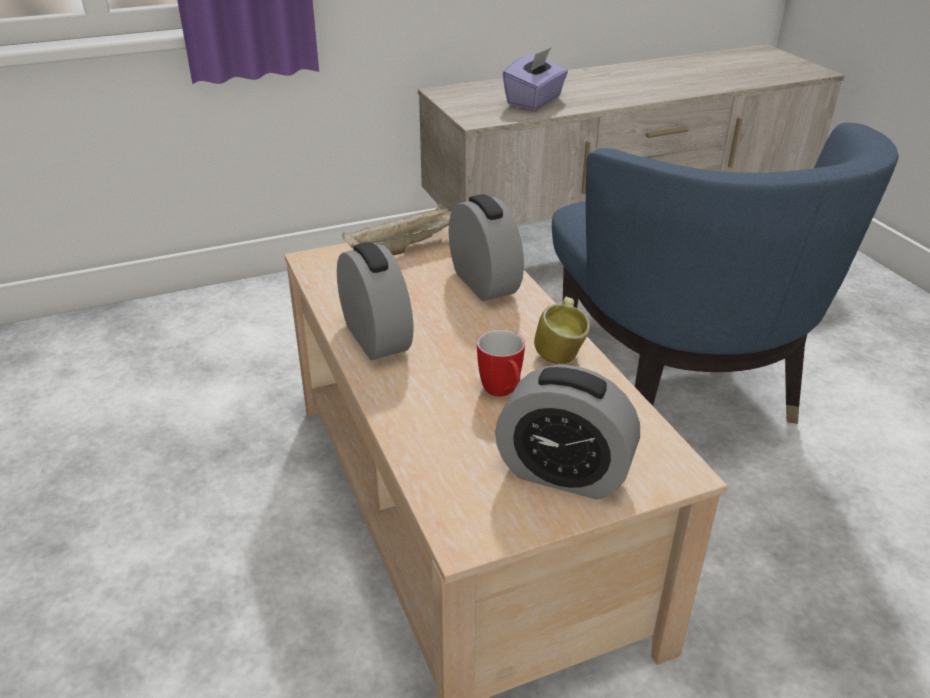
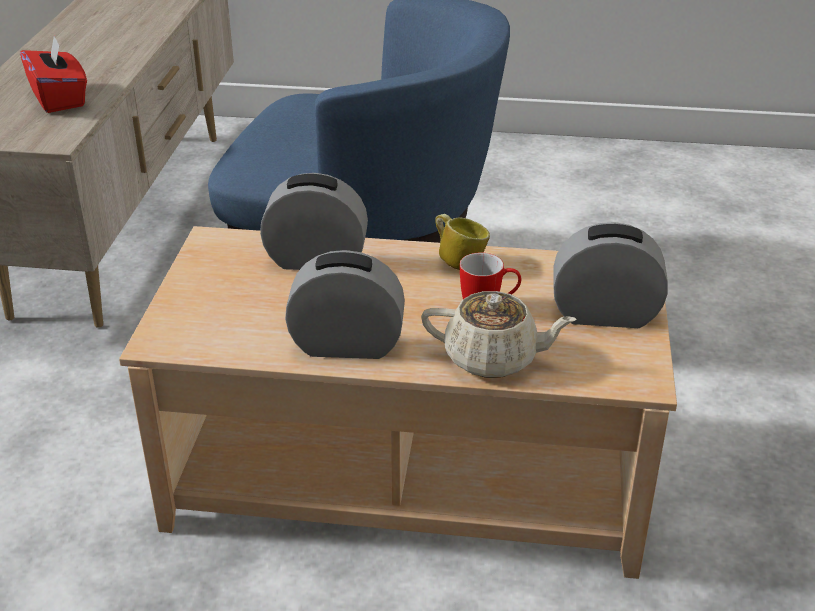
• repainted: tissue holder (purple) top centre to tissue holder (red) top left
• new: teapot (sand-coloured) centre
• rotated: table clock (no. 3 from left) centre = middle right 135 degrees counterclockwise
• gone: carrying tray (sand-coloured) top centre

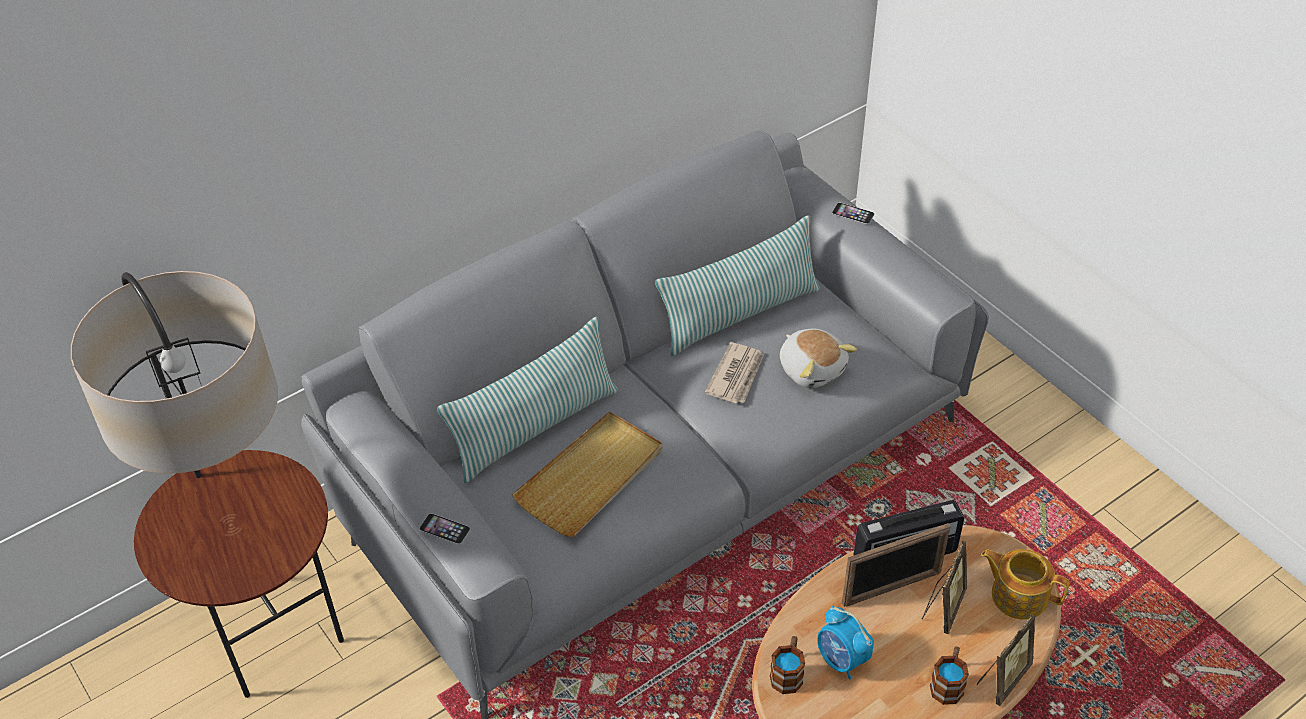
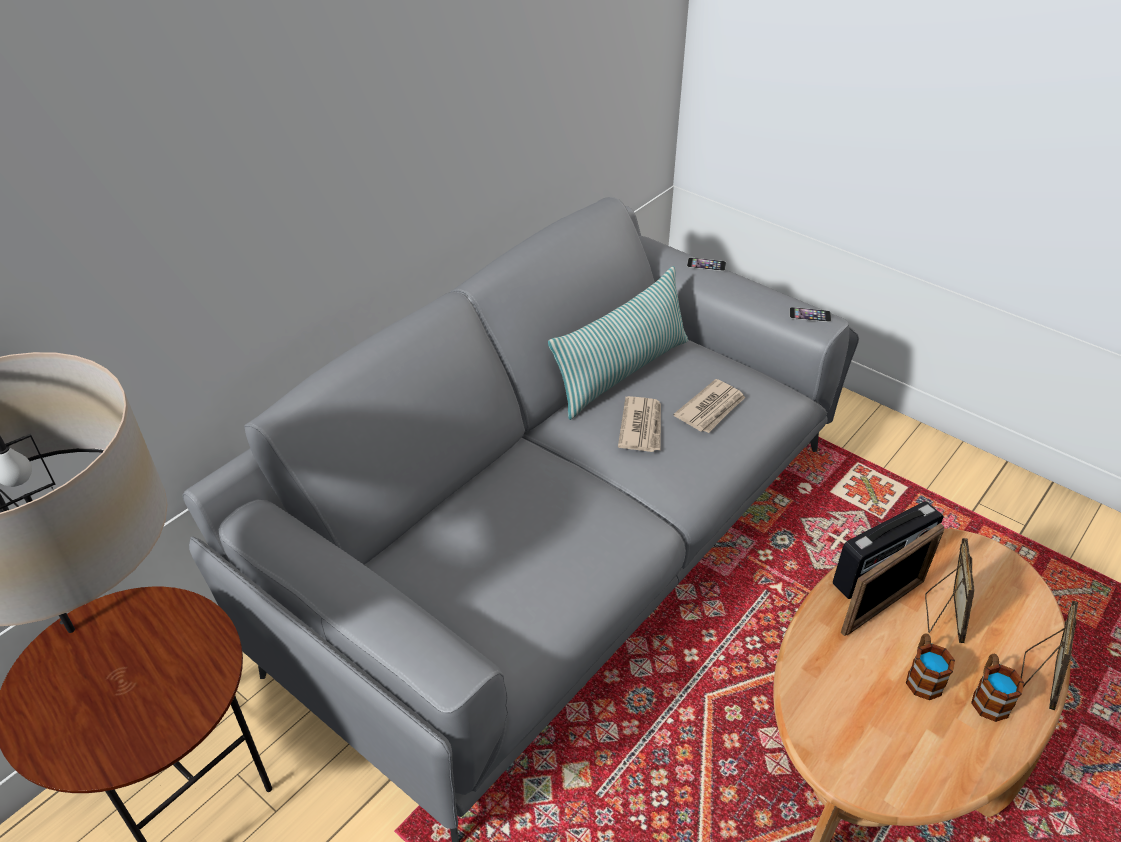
• swapped: cuddly toy centre to daily paper (no. 2 from left) centre
• shifted: phone (no. 1 from left in the first image) bottom centre to phone (no. 2 from left) middle right
• shifted: coffee mug (no. 1 from left) bottom centre to bottom right
• gone: throw pillow (no. 1 from left) centre
• gone: carrying tray (sand-coloured) centre
• gone: table clock bottom centre
• gone: teapot bottom right

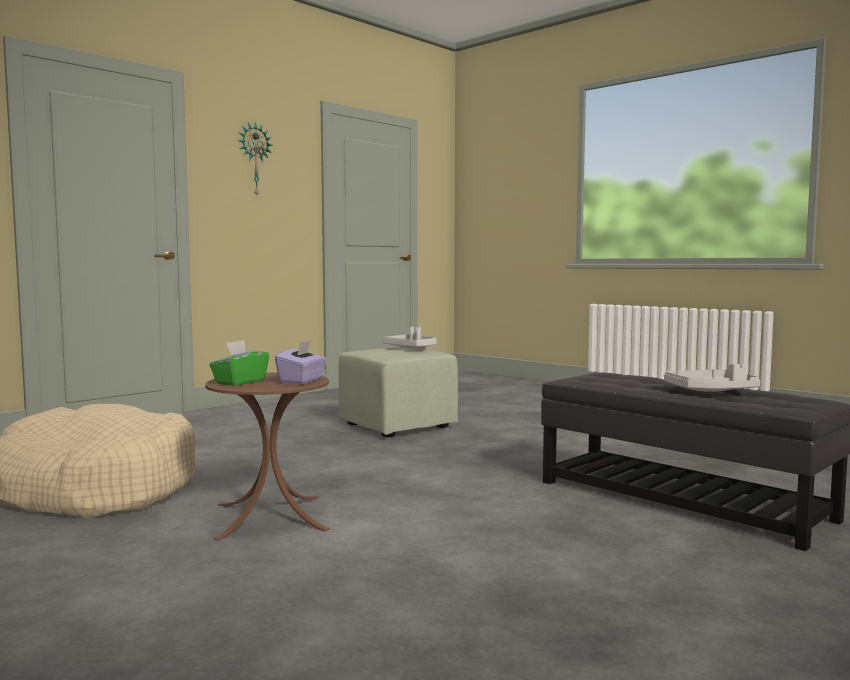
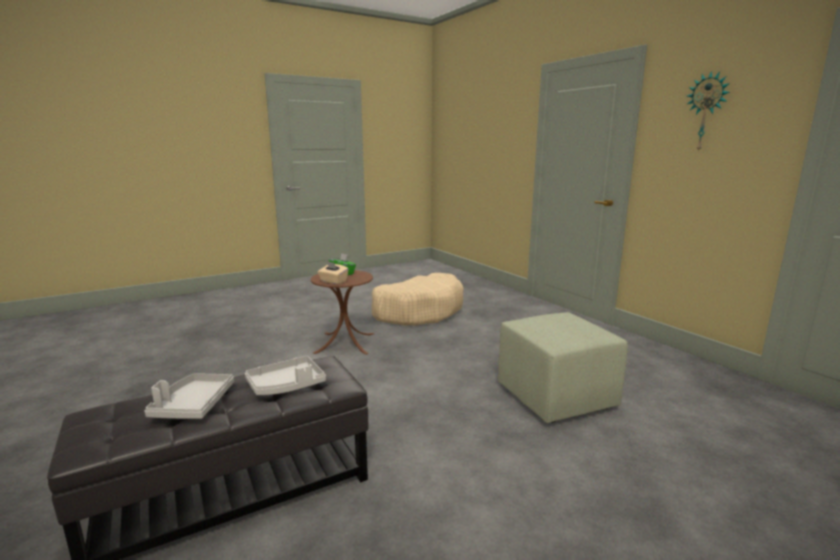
• shifted: carrying tray (gray) (no. 1 from left in the first image) centre to carrying tray (gray) (no. 2 from left) bottom centre
• repainted: tissue holder (purple) centre to tissue holder (sand-coloured) centre

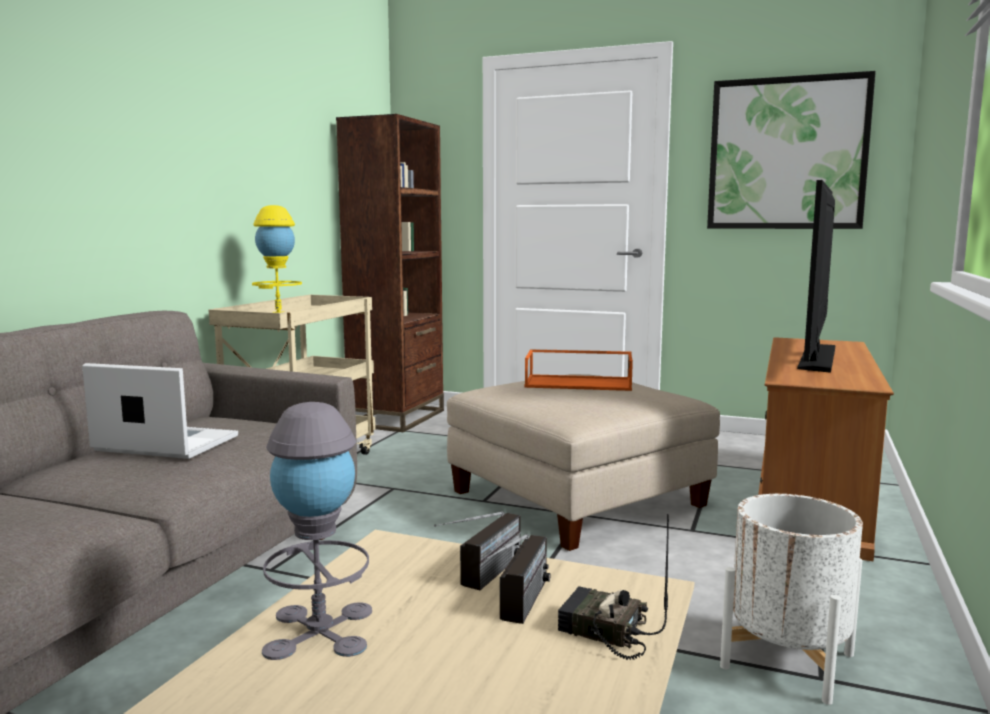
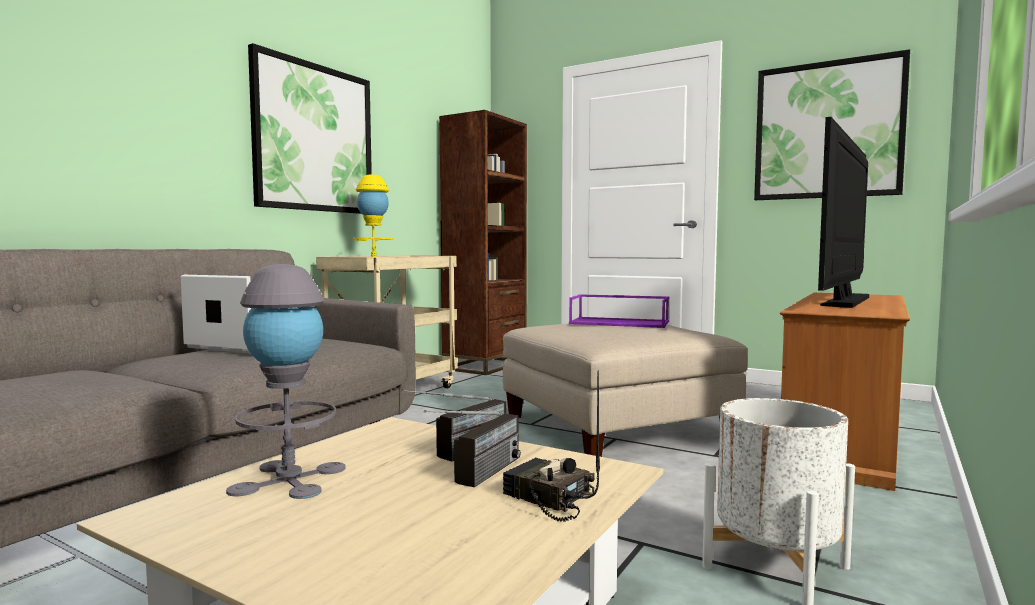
• new: picture (no. 1 from left) top left
• repainted: carrying tray (orangey) centre to carrying tray (purple) centre

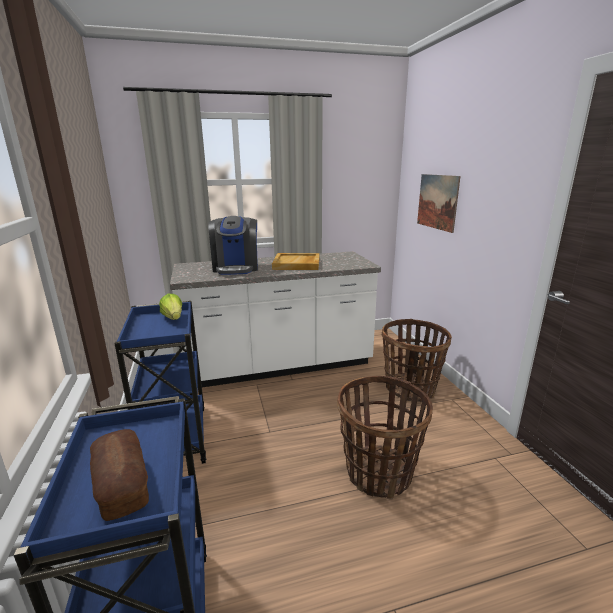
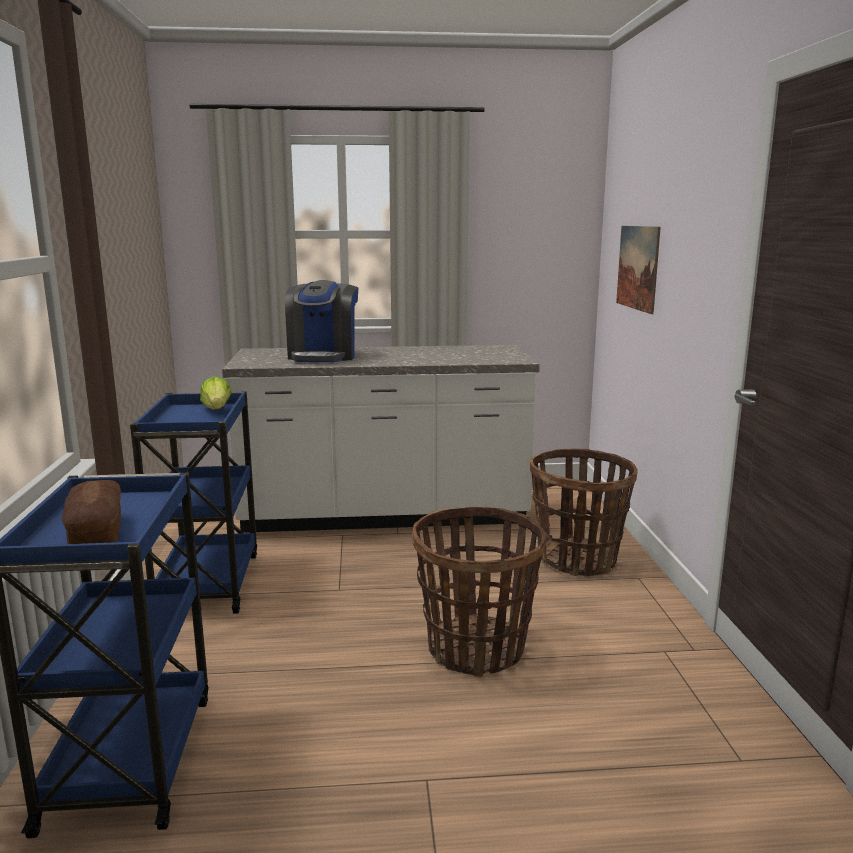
• gone: carrying tray (sand-coloured) centre

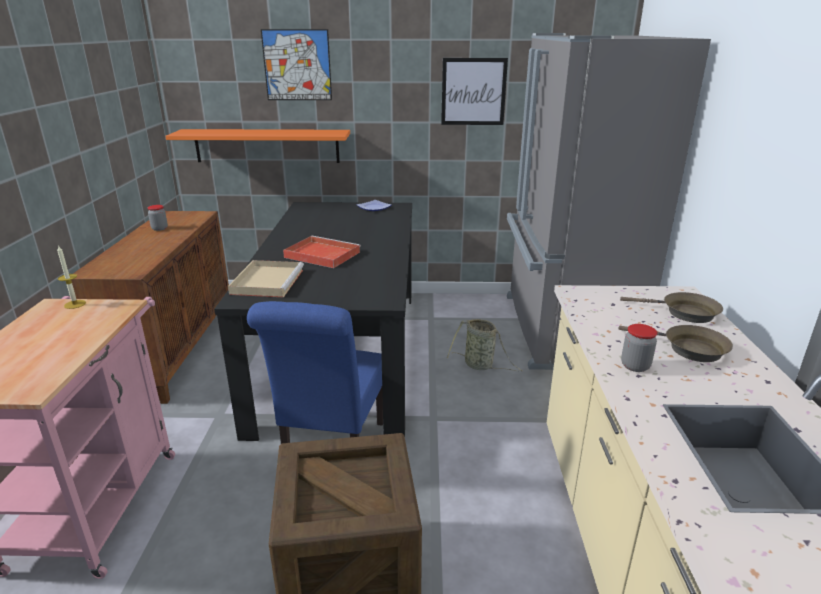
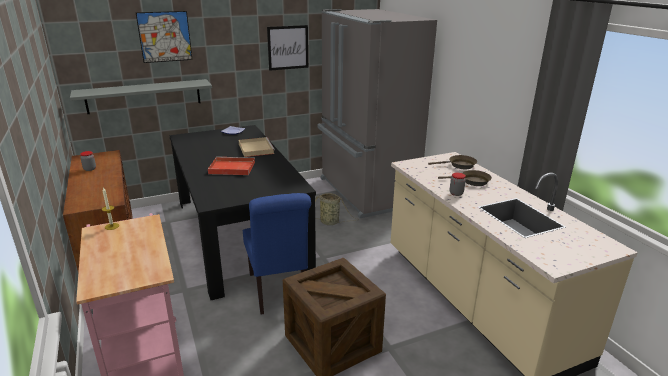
• repainted: wall shelf (orangey) top left to wall shelf (gray) top left
• shifted: carrying tray (sand-coloured) middle left to centre

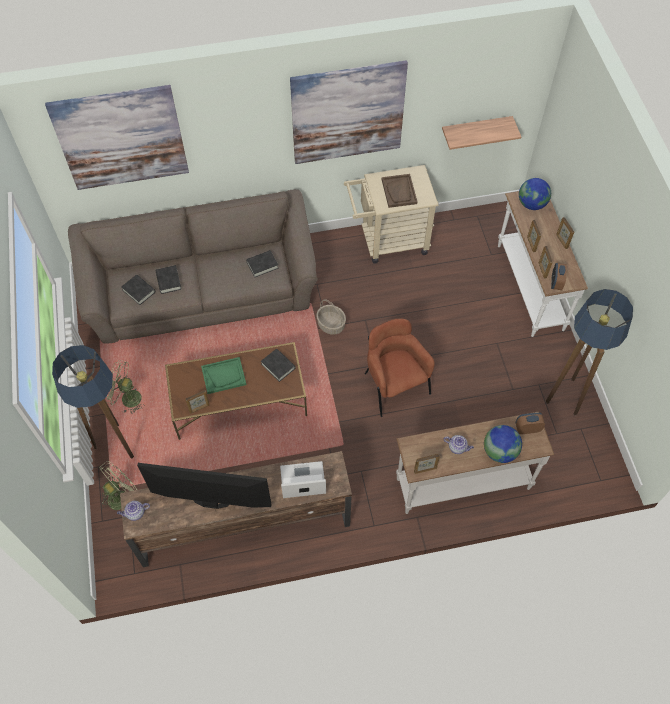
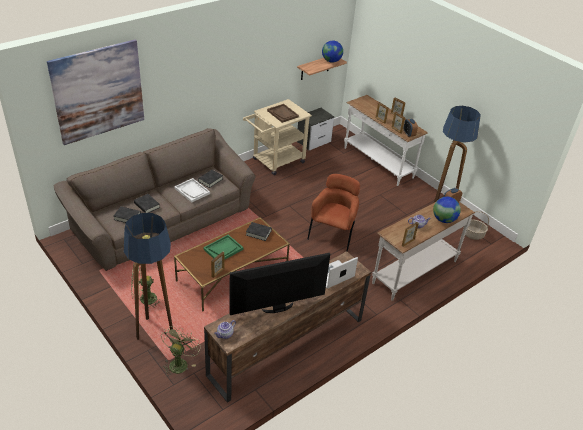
• new: carrying tray (white) middle left
• new: bedside table top centre
• rotated: easy chair (brown-coloured) centre = centre 75 degrees clockwise
• shifted: globe (no. 2 from left in the first image) top right to globe (no. 1 from left) top centre
• shifted: household basket centre to middle right
• gone: picture (no. 2 from left) top centre

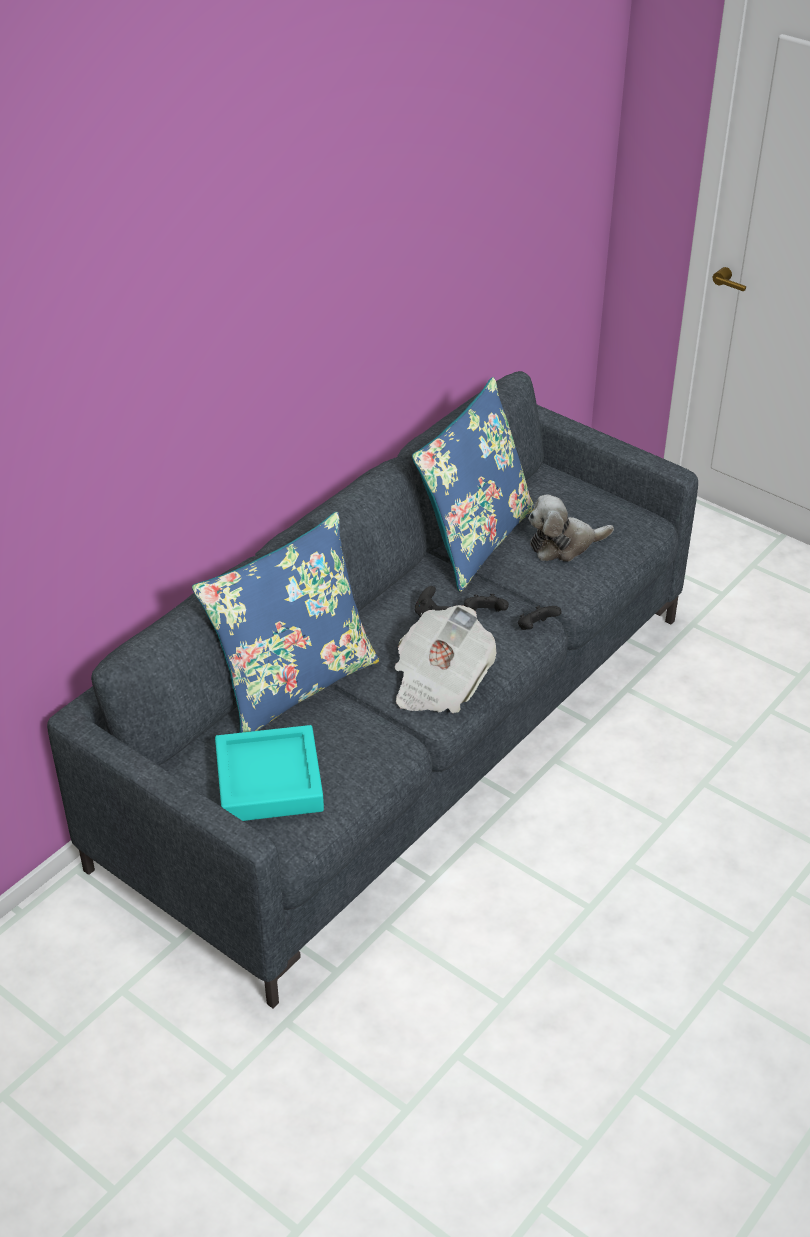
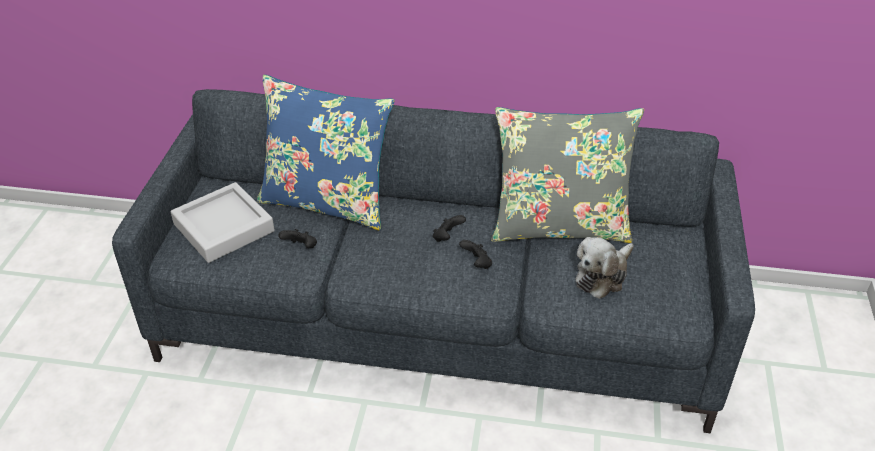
• repainted: carrying tray (blue-green) middle left to carrying tray (gray) middle left
• shifted: joypad (black-coloured) (no. 3 from left in the first image) middle right to joypad (black-coloured) (no. 1 from left) centre
• repainted: throw pillow (bluish) (no. 2 from left) centre to throw pillow (gray) centre
• rotated: cuddly toy middle right = middle right 90 degrees counterclockwise
• gone: daily paper centre

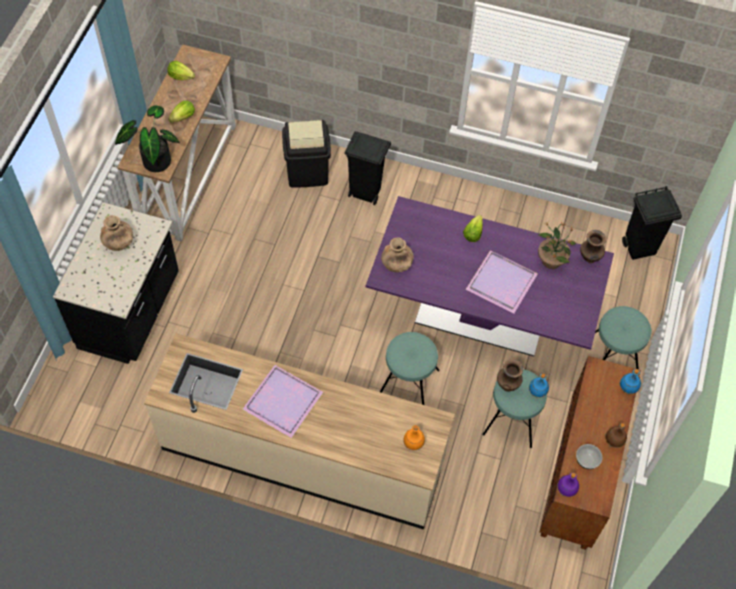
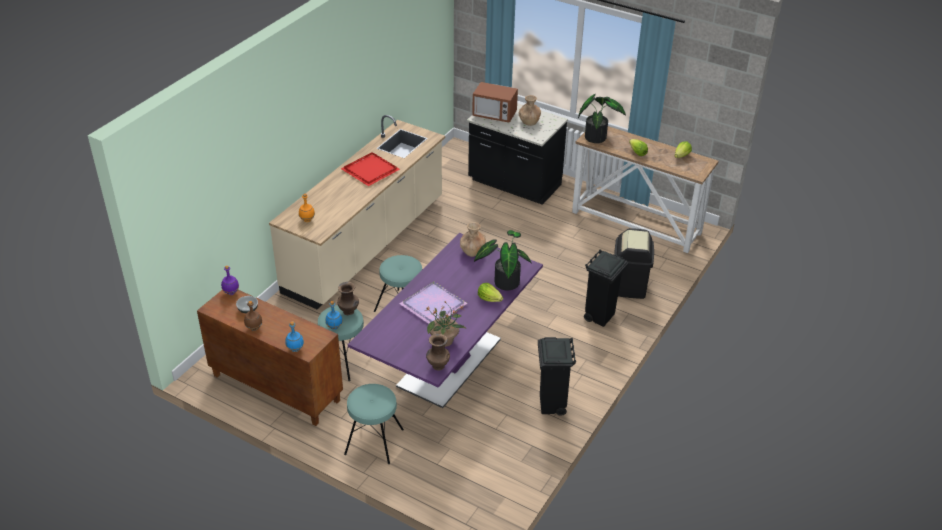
• repainted: carrying tray (purple) (no. 1 from left) bottom centre to carrying tray (red) top centre
• new: kitchen microwave top centre
• new: houseplant (no. 2 from left) centre
• shifted: trash can (black-coloured) (no. 3 from left in the first image) middle right to trash can (black-coloured) (no. 1 from left) bottom centre

